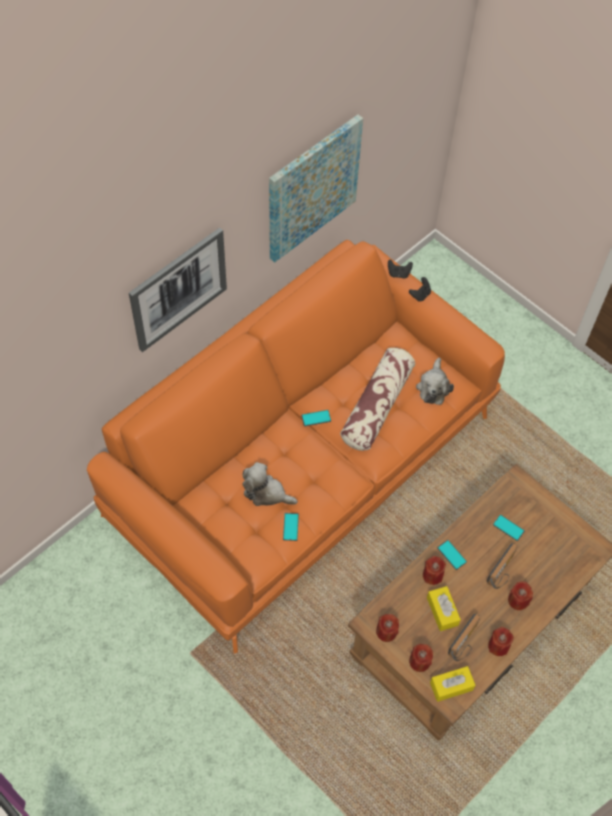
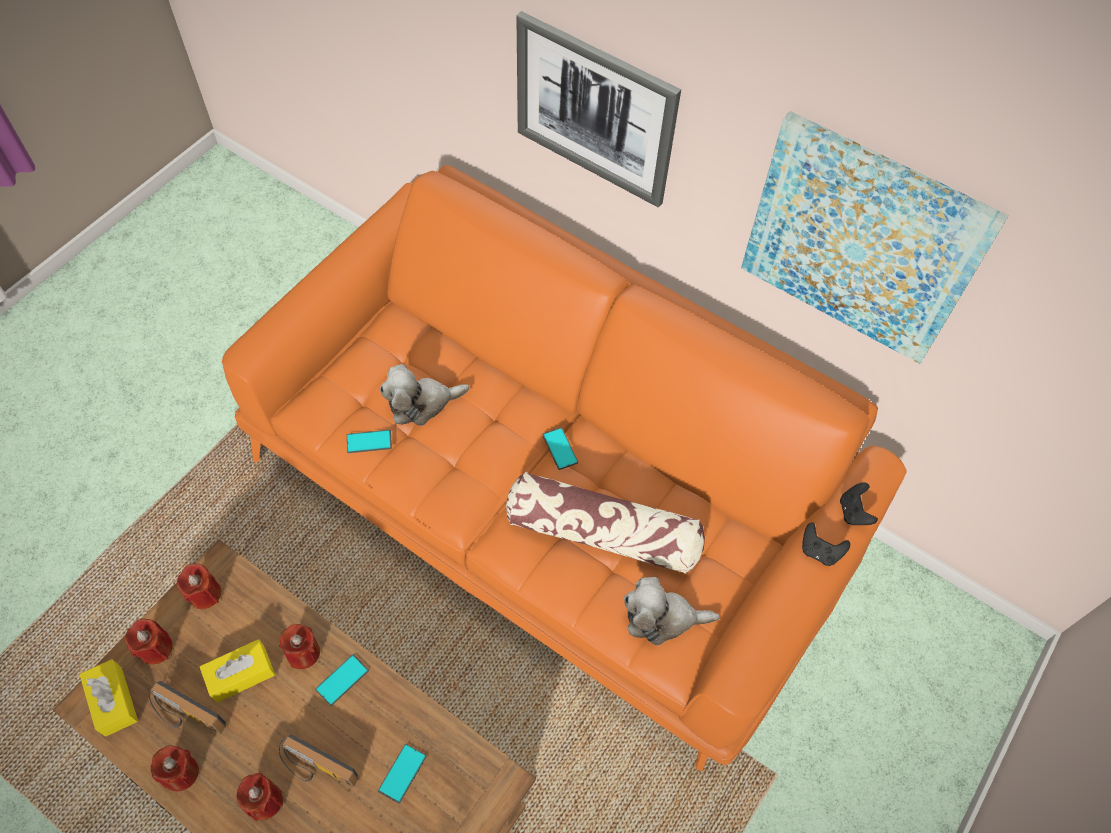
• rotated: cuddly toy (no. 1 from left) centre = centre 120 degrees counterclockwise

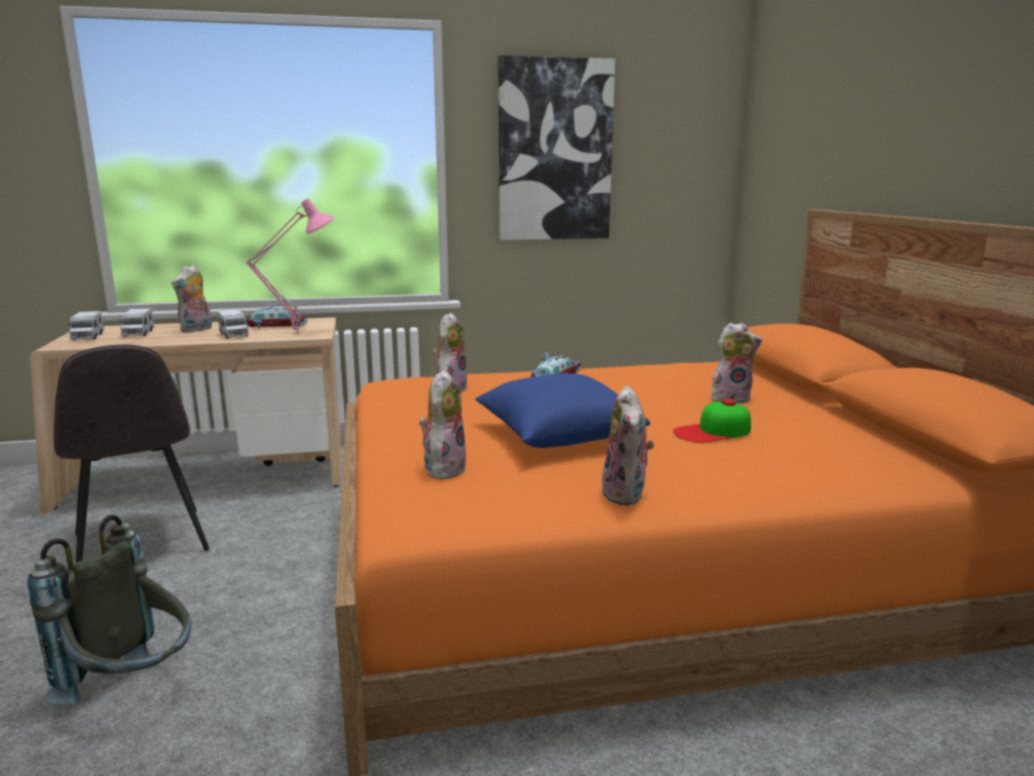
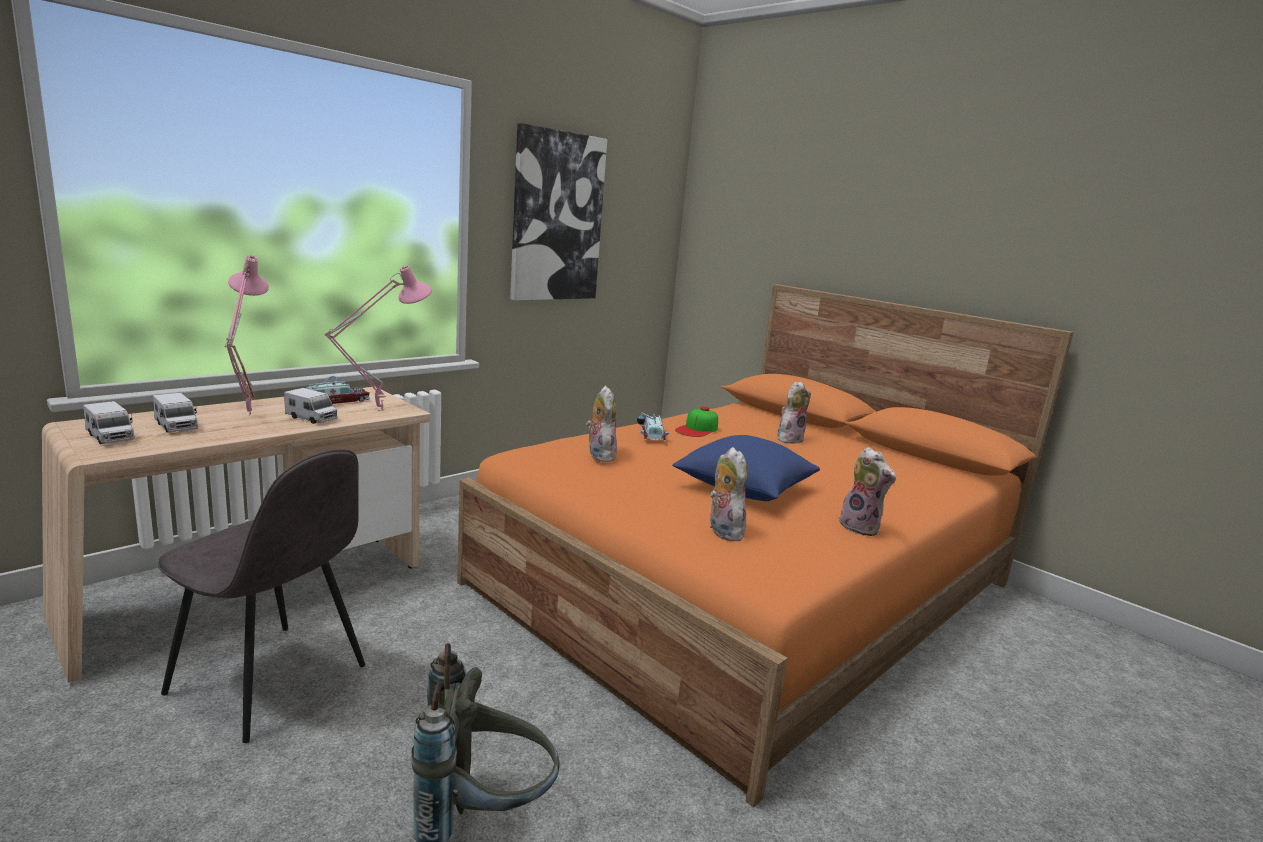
• swapped: cuddly toy (no. 1 from left) middle left to lamp for a table (pink) (no. 1 from left) middle left
• shifted: baseball cap middle right to centre

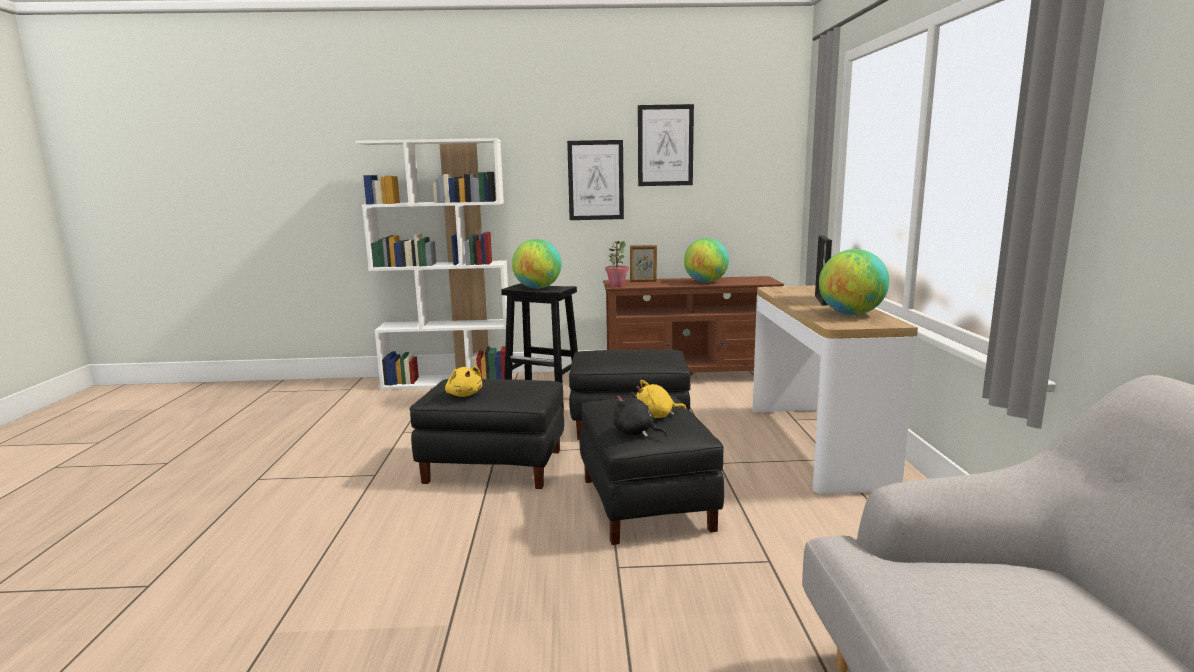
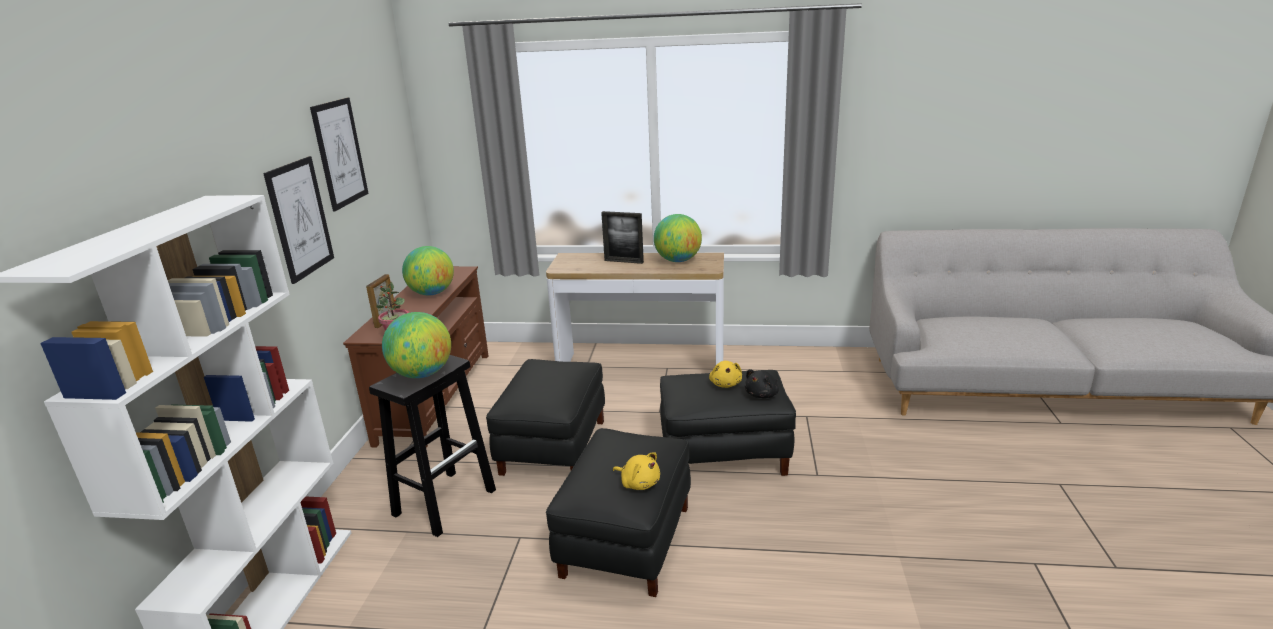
• rotated: cuddly toy (yellowish) (no. 1 from left) centre = bottom centre 60 degrees clockwise

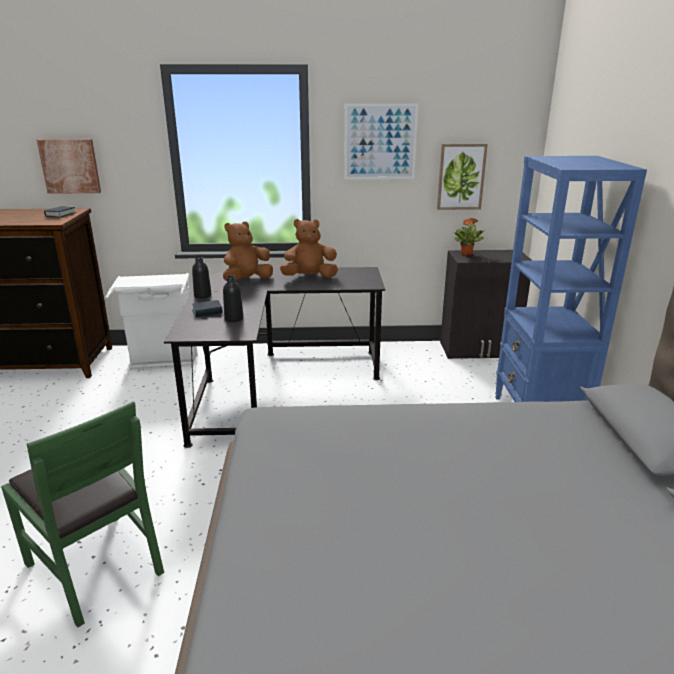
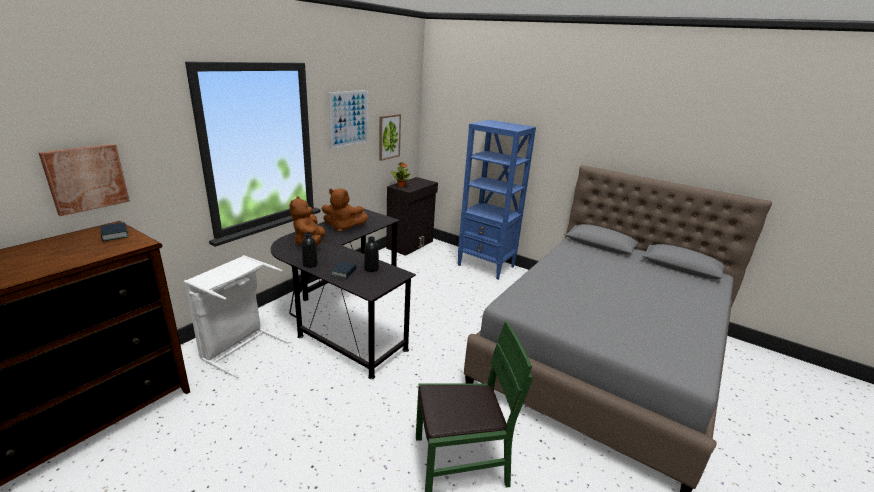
• rotated: cuddly toy (brown-coloured) (no. 2 from left) centre = centre 105 degrees counterclockwise

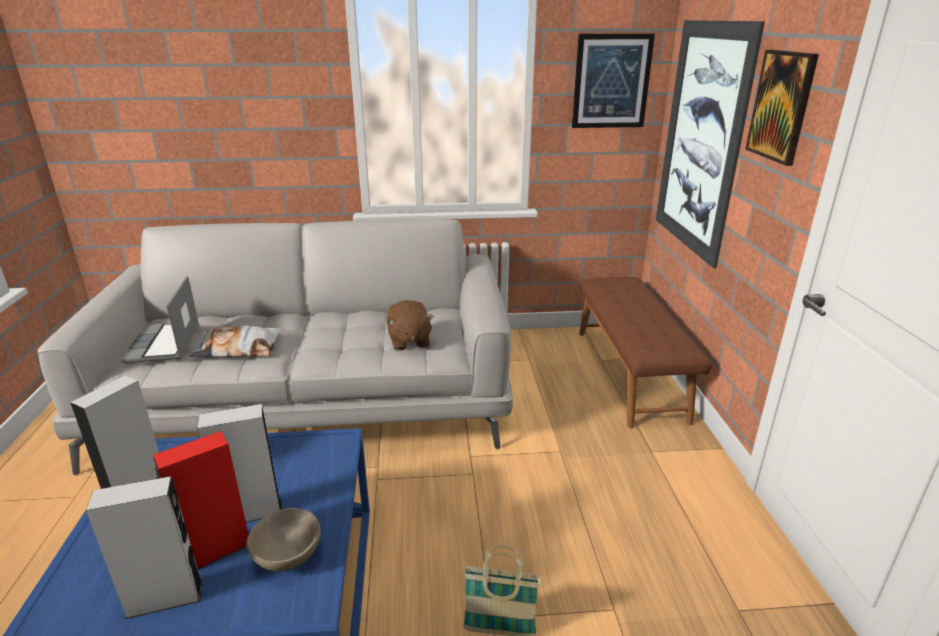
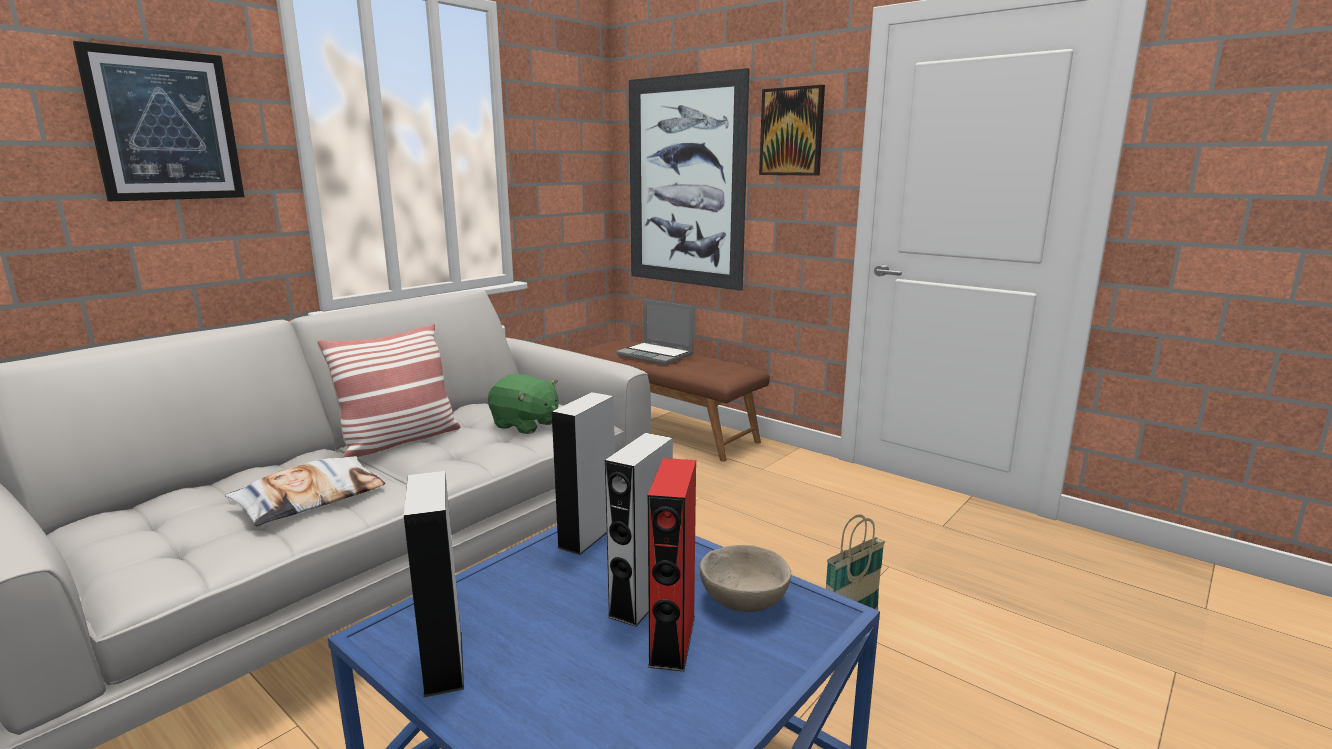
• shifted: picture (no. 1 from left) top centre to top left
• new: throw pillow (no. 2 from left) middle left
• repainted: cuddly toy (brown-coloured) centre to cuddly toy (green-coloured) centre
• shifted: speaker (gray) (no. 2 from left) bottom left to centre
• shifted: portable computer middle left to centre

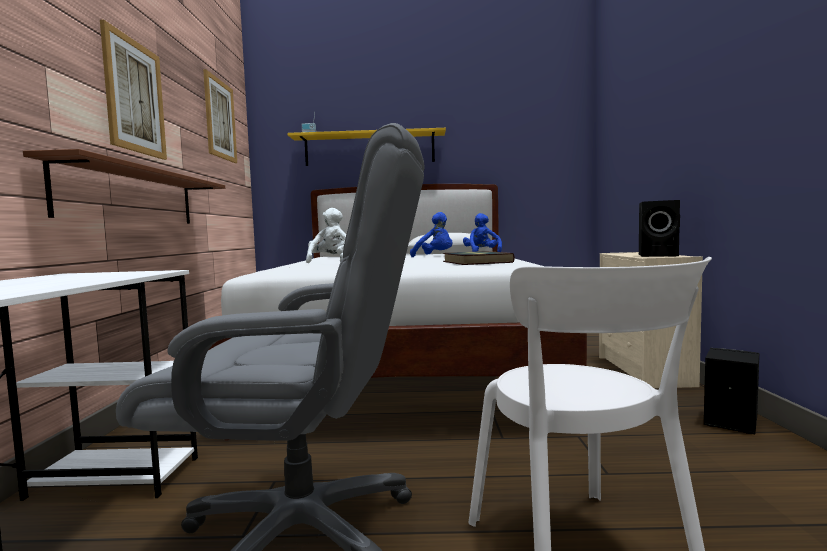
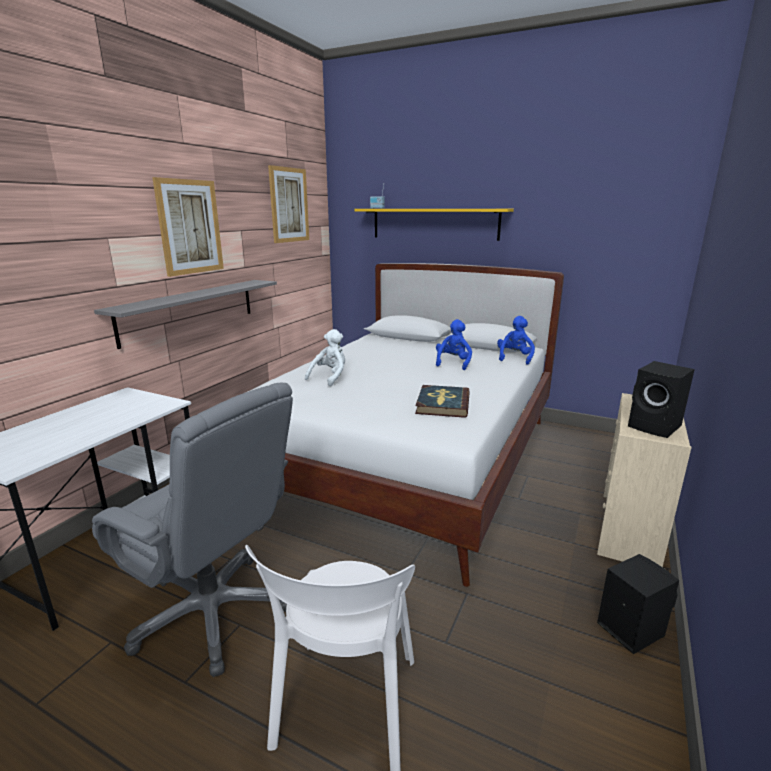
• repainted: wall shelf (brown-coloured) middle left to wall shelf (gray) middle left
• rotated: cuddly toy (bluish) (no. 1 from left) centre = centre 135 degrees counterclockwise

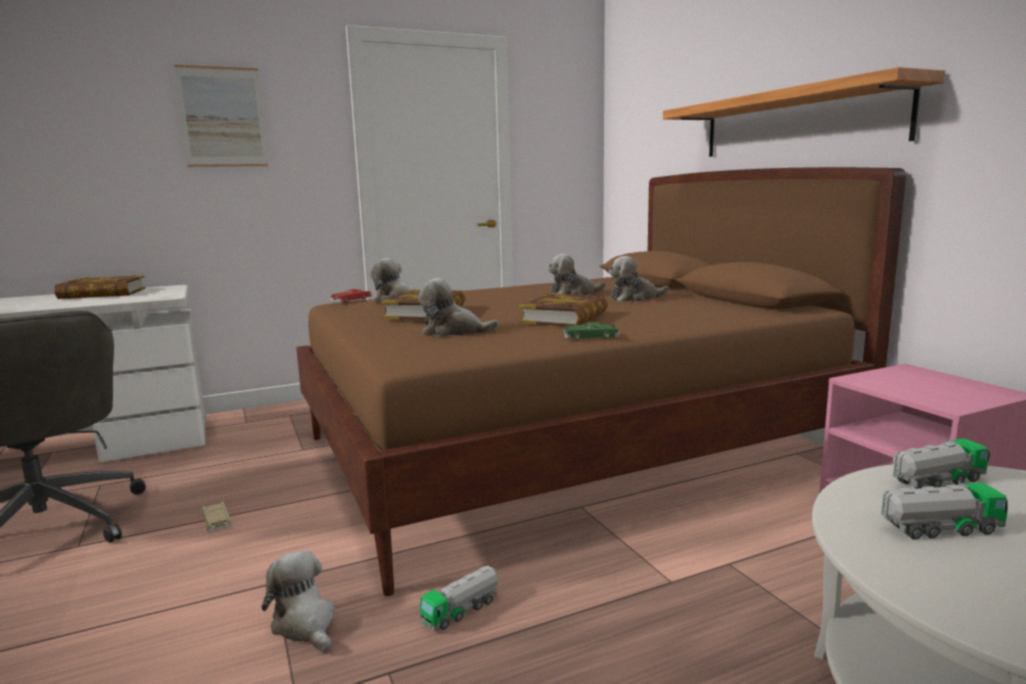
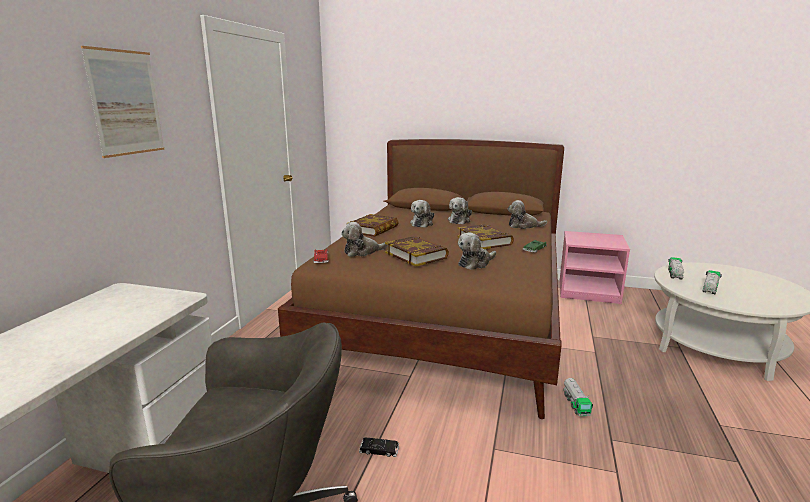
• shifted: bound book (no. 1 from left) middle left to centre
• repainted: miniature car (sand-coloured) bottom left to miniature car (black-coloured) bottom centre
• shifted: cuddly toy (no. 1 from left in the first image) bottom left to cuddly toy (no. 5 from left) centre
• gone: wall shelf top right

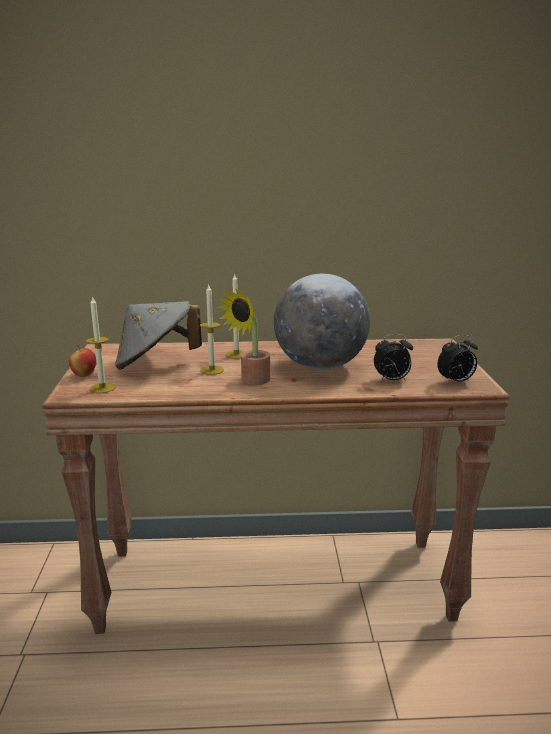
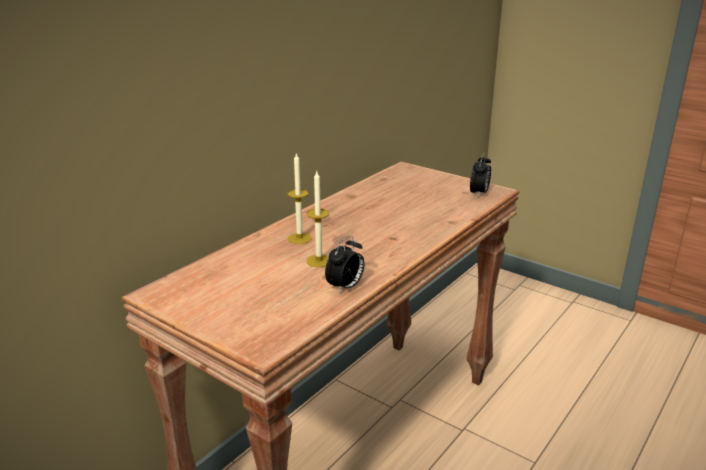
• shifted: table clock (no. 1 from left) middle right to centre
• gone: apple middle left
• gone: candle (no. 1 from left) middle left
• gone: wearable hat (gray) middle left
• gone: houseplant centre
• gone: globe centre

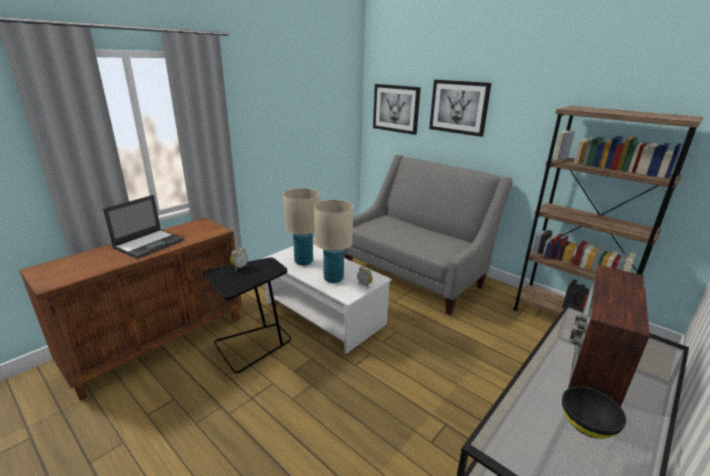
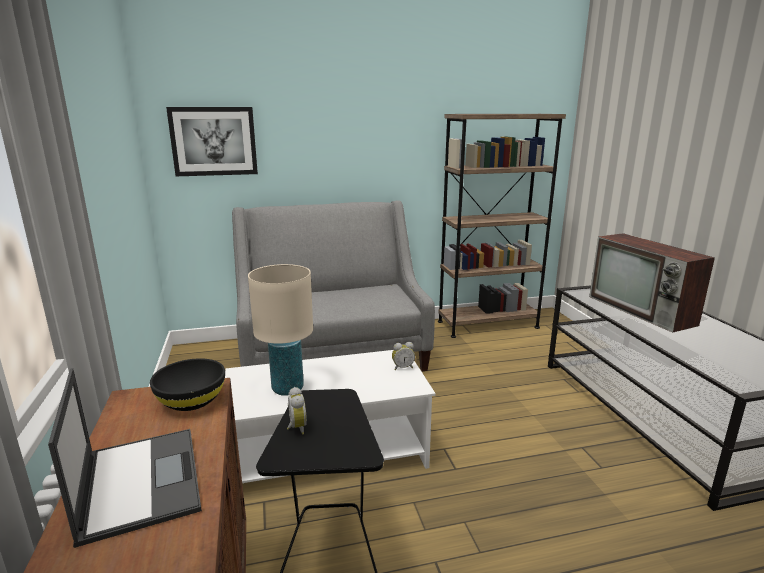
• shifted: bowl (black-coloured) bottom right to bottom left
• gone: lamp for a table (sand-coloured) (no. 2 from left) centre
• gone: picture (no. 2 from left) top centre

